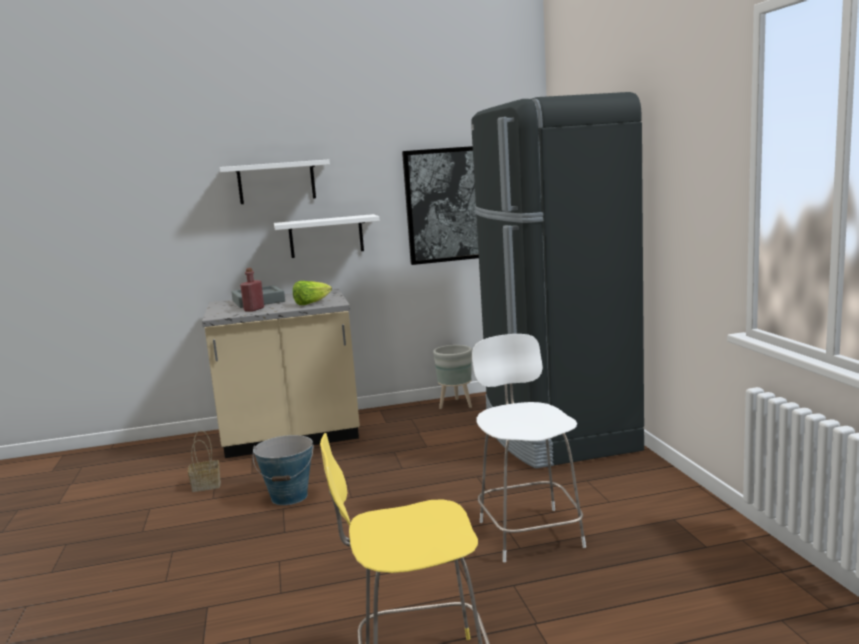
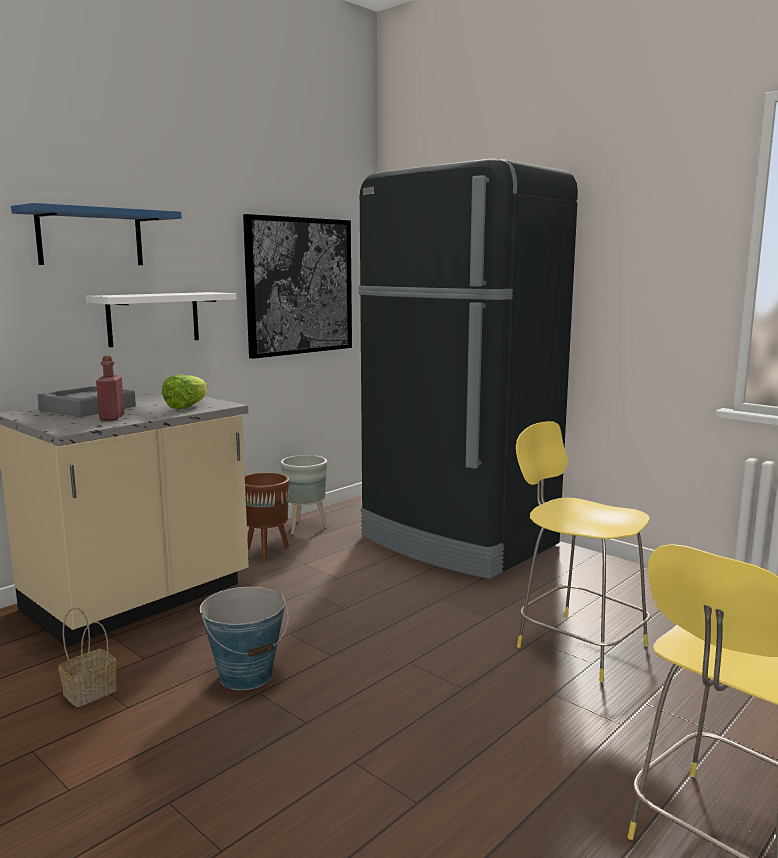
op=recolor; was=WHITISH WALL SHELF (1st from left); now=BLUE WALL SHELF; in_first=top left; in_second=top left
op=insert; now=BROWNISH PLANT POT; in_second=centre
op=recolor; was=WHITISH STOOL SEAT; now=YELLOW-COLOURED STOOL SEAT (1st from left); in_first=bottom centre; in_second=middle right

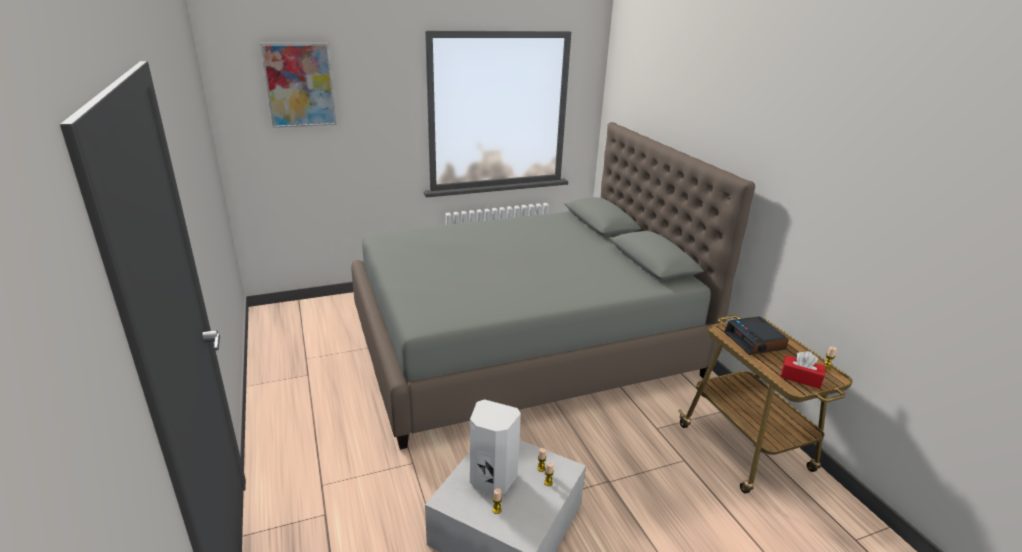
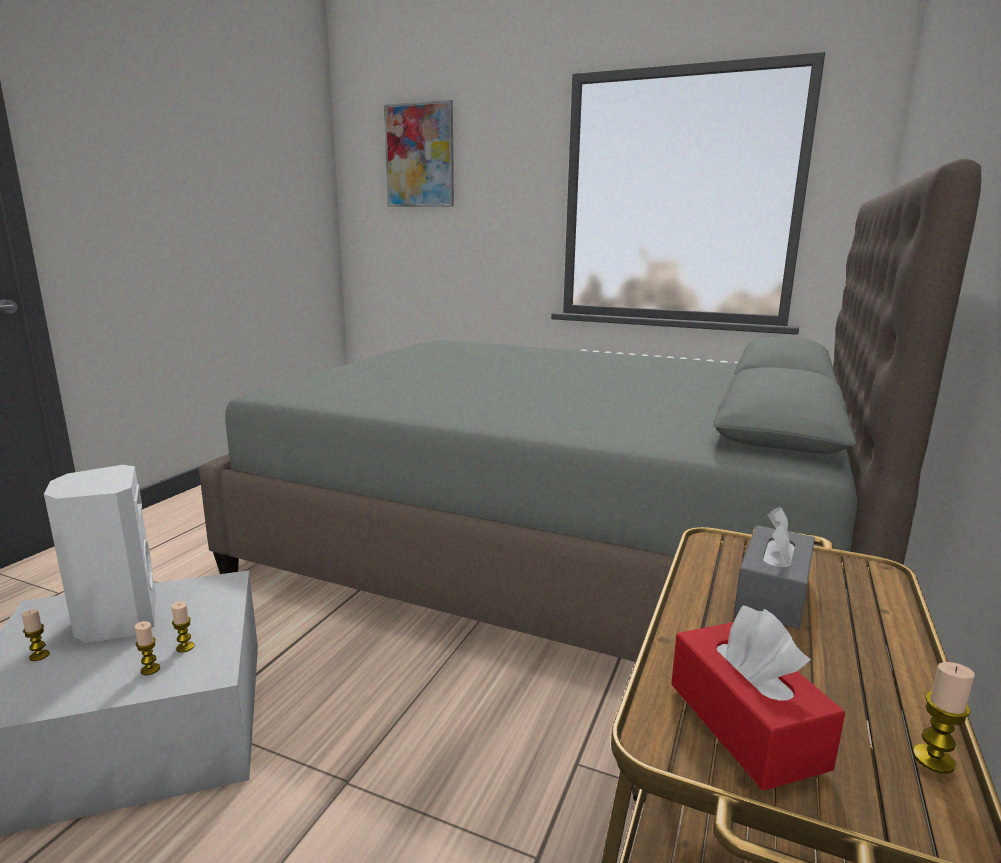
op=replace; was=BEDSIDE CLOCK; now=GRAY BOX OF TISSUES; in_first=middle right; in_second=middle right

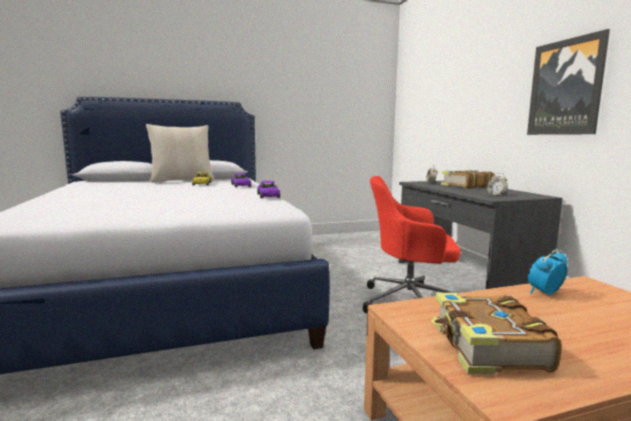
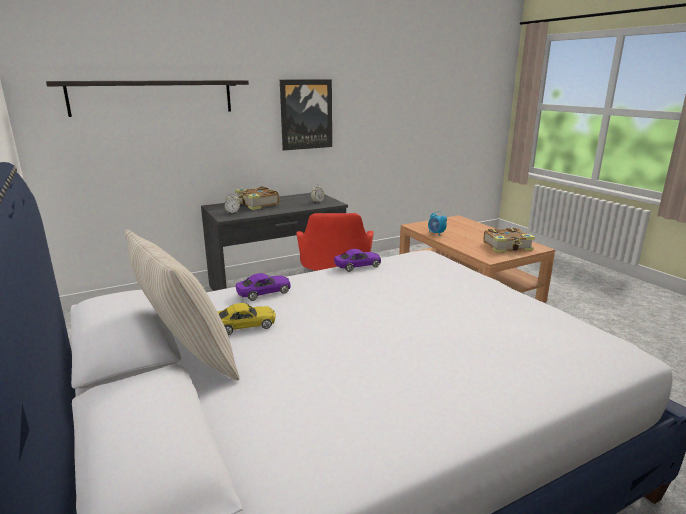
op=insert; now=WALL SHELF; in_second=top left

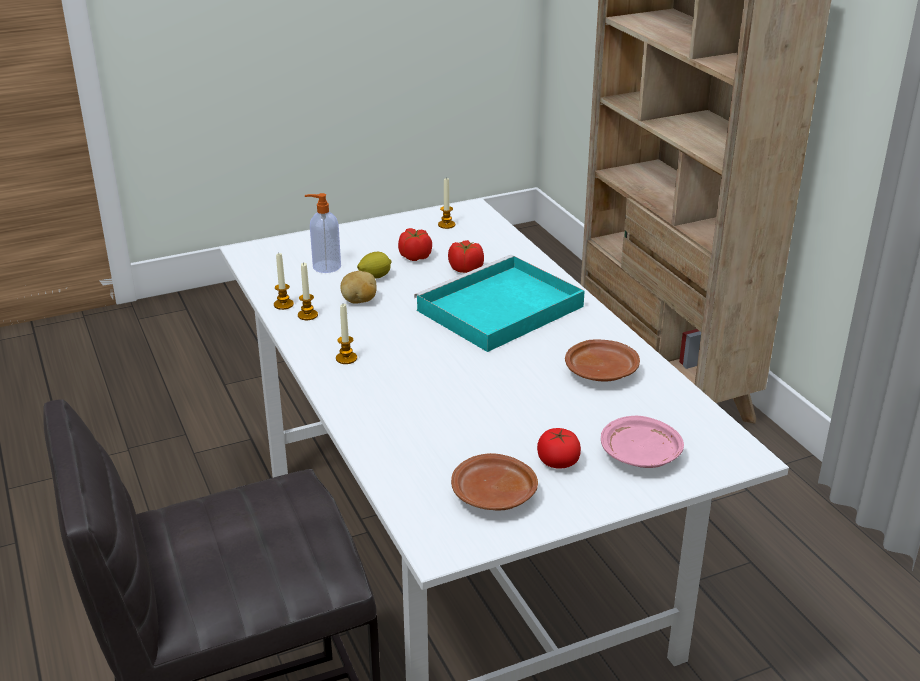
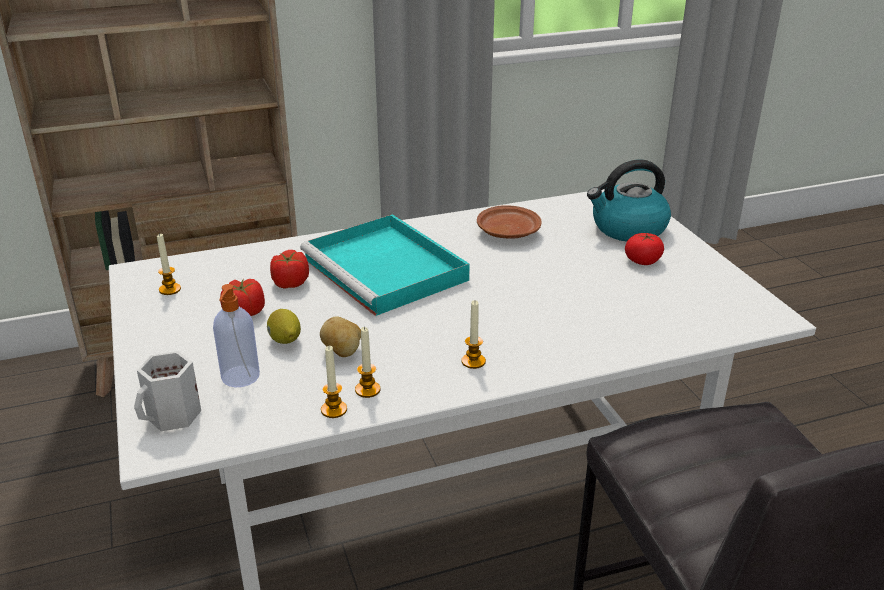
op=insert; now=WHITISH MUG; in_second=middle left
op=replace; was=PINK PLATE; now=TEA KETTLE; in_first=middle right; in_second=middle right
op=delete; was=BROWNISH PLATE (1st from left); in_first=bottom centre

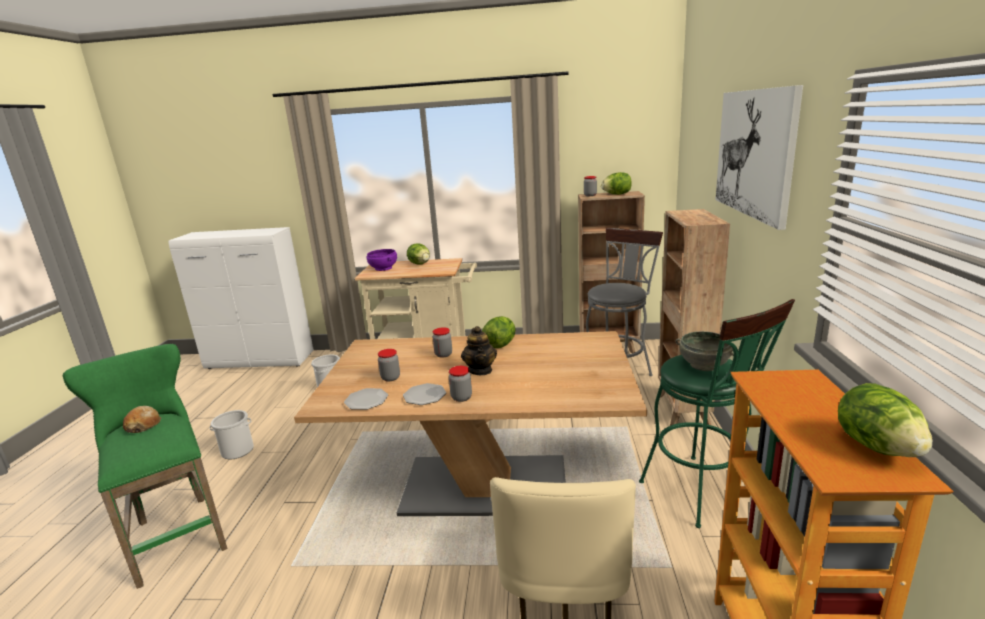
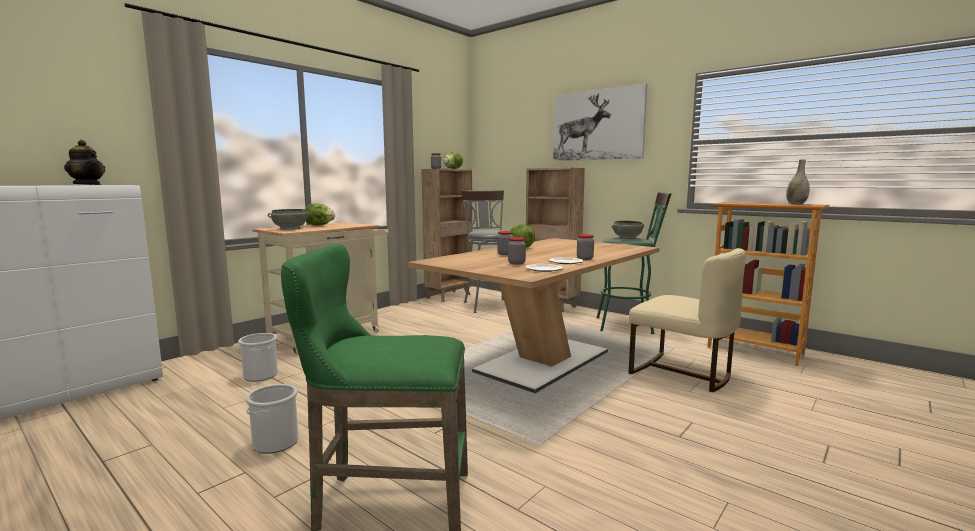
op=move; was=TEAPOT; in_first=centre; in_second=top left
op=recolor; was=PURPLE-COLOURED BOWL; now=GRAY BOWL (1st from left); in_first=centre; in_second=middle left
op=replace; was=LETTUCE (4th from left); now=GRAY VASE; in_first=bottom right; in_second=middle right
op=delete; was=BAKED BREAD; in_first=bottom left

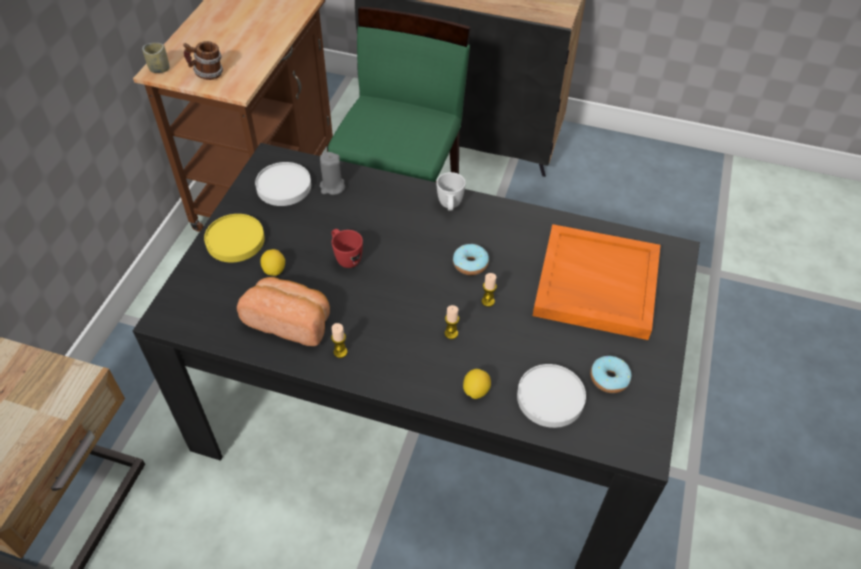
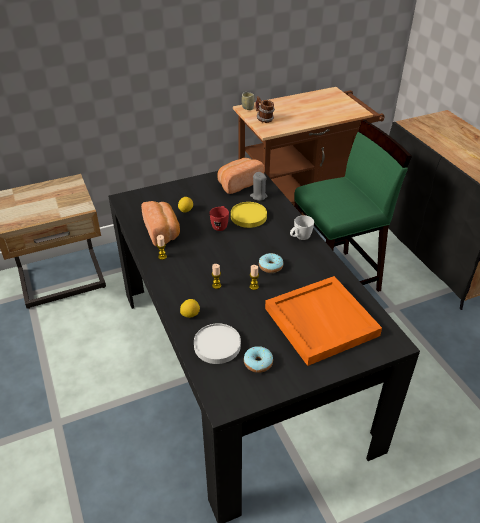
op=replace; was=WHITISH PLATE (1st from left); now=BAKED BREAD (2nd from left); in_first=top left; in_second=centre
op=move; was=YELLOW-COLOURED PLATE; in_first=middle left; in_second=centre

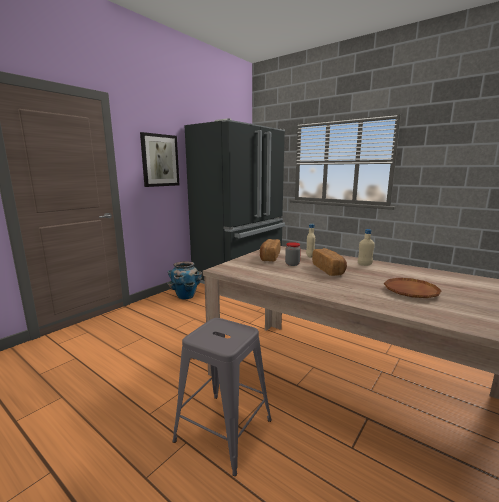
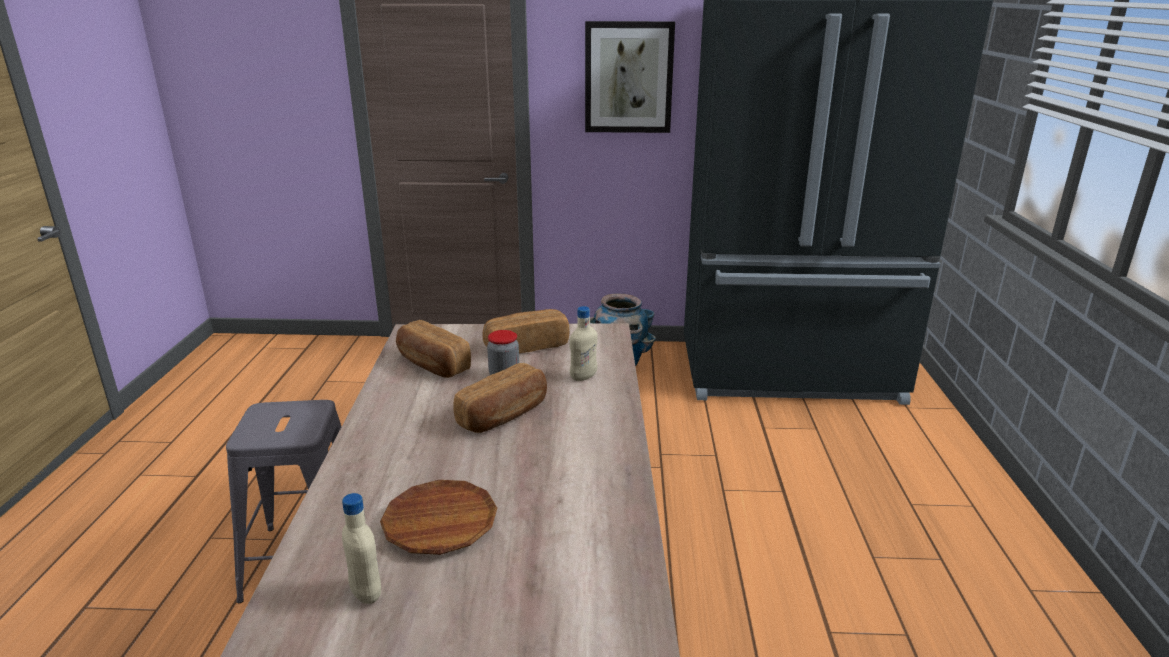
op=move; was=BEIGE-COLOURED DRINK BOTTLE (2nd from left in the first image); now=BEIGE-COLOURED DRINK BOTTLE (1st from left); in_first=middle right; in_second=bottom left
op=insert; now=BAKED BREAD (1st from left); in_second=centre

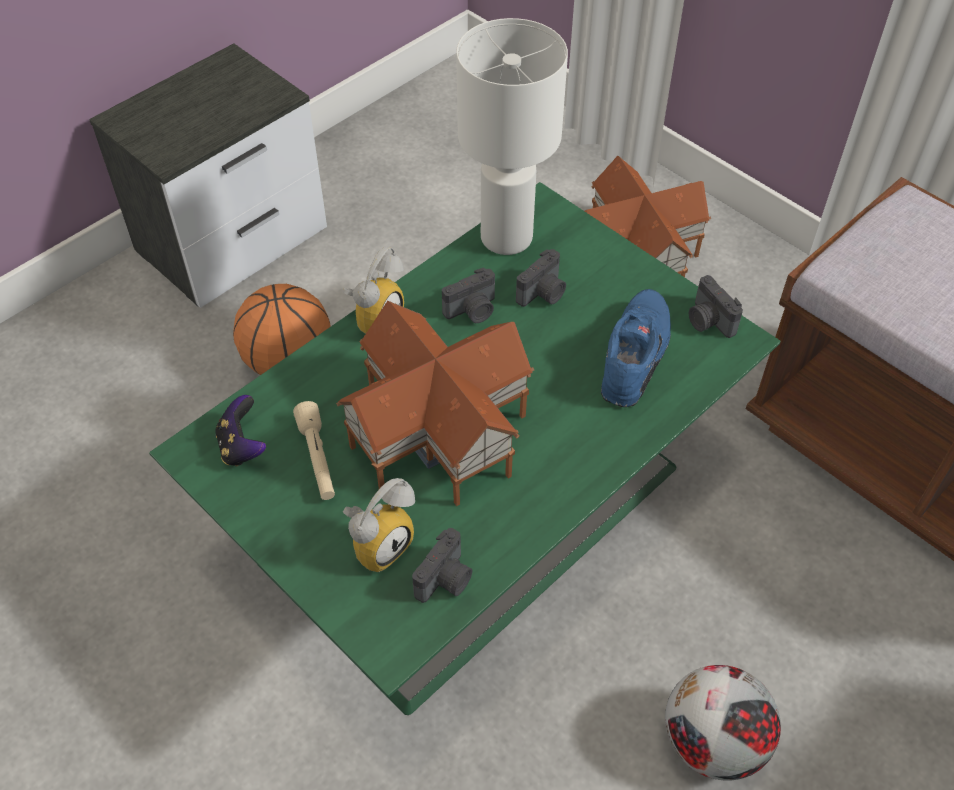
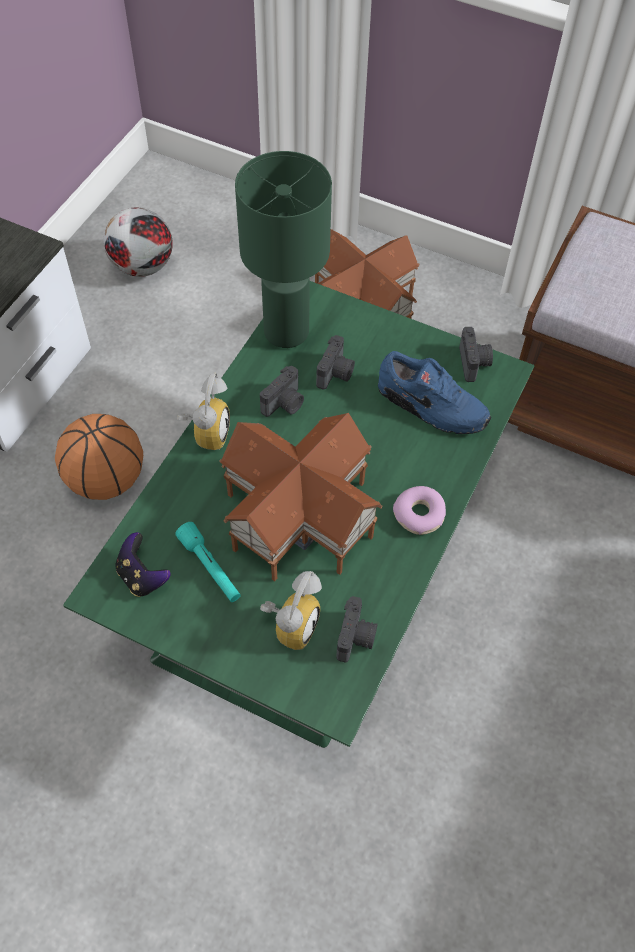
op=move; was=BALL FOR FOOTBALL; in_first=bottom right; in_second=top left
op=recolor; was=BEIGE-COLOURED TORCH; now=BLUE-GREEN TORCH; in_first=middle left; in_second=middle left
op=recolor; was=WHITISH LAMP FOR A TABLE; now=GREENISH LAMP FOR A TABLE; in_first=top centre; in_second=top centre
op=rotate; was=BLUE ITEM OF FOOTWEAR; in_first=middle right; in_second=middle right; clockwise=120
op=insert; now=RING DOUGHNUT; in_second=centre
op=rotate; was=STILL CAMERA (4th from left); in_first=middle right; in_second=middle right; clockwise=-135

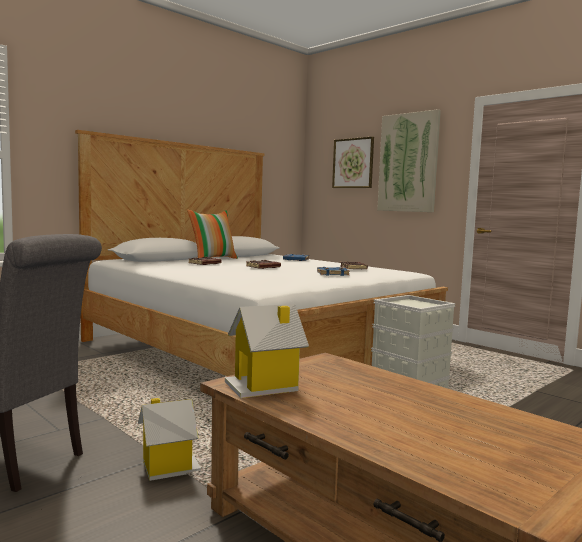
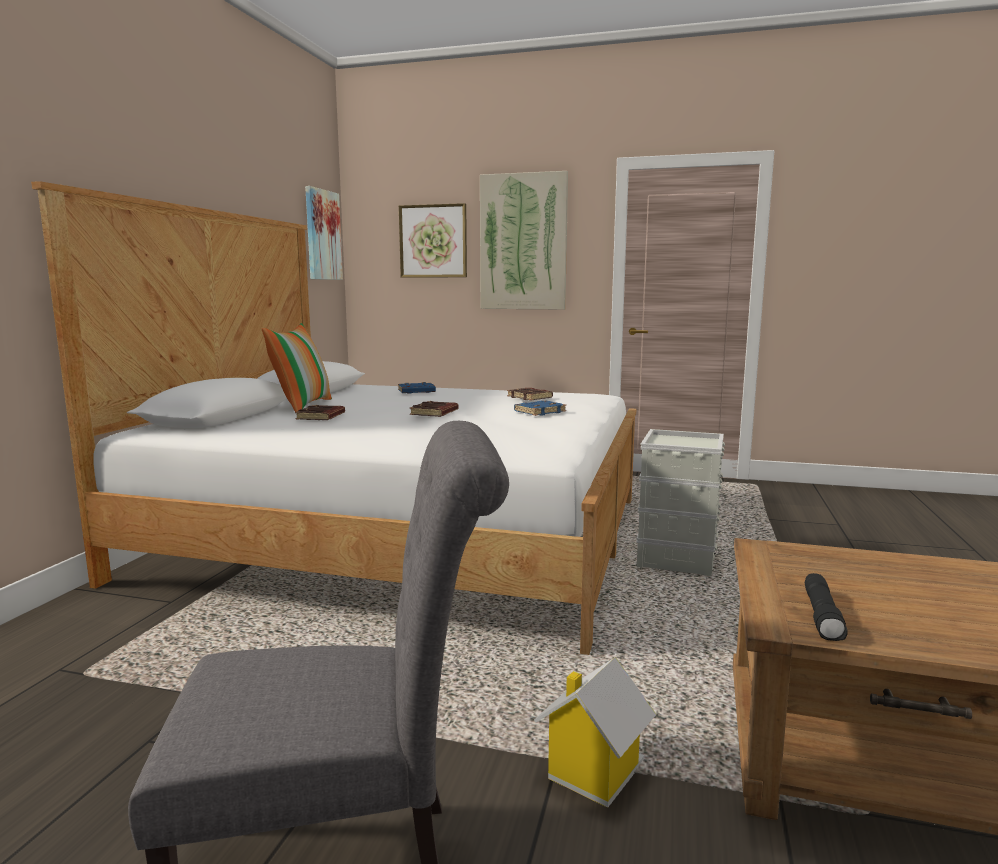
op=insert; now=WALL ART (1st from left); in_second=top left
op=replace; was=TOY HOUSE (2nd from left); now=BLACKISH TORCH; in_first=centre; in_second=bottom right

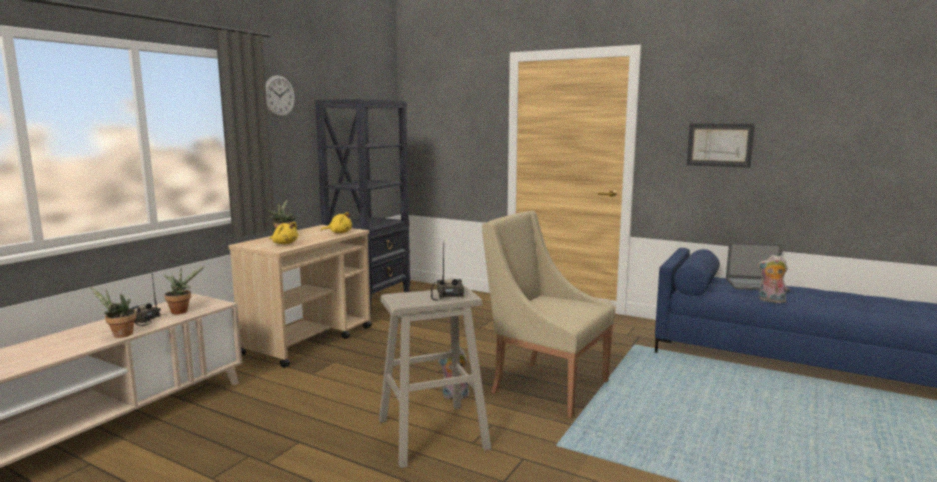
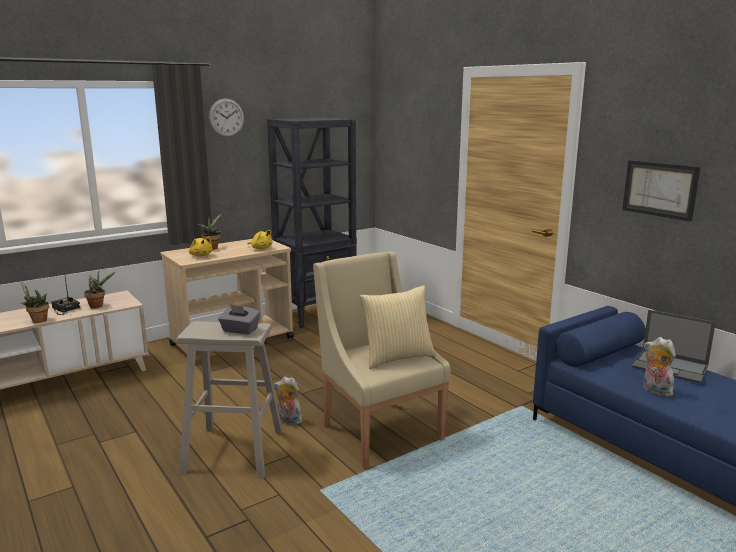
op=replace; was=RADIO RECEIVER (2nd from left); now=GRAY BOX OF TISSUES; in_first=centre; in_second=middle left
op=insert; now=THROW PILLOW; in_second=centre

